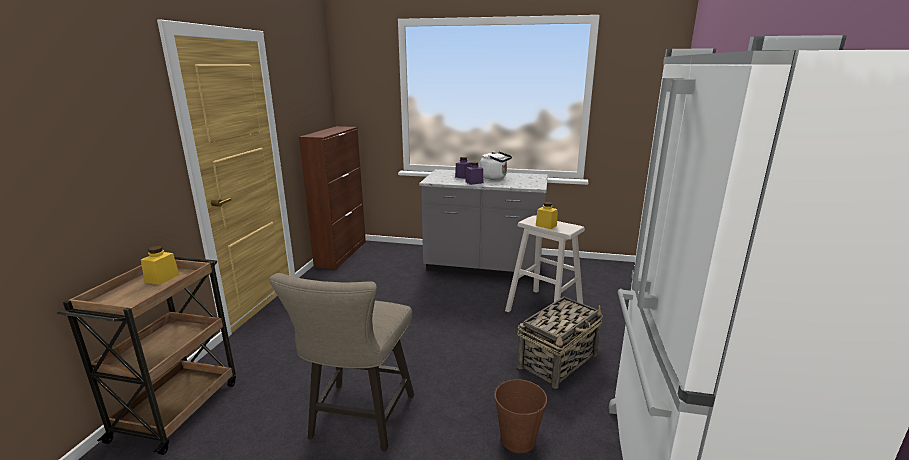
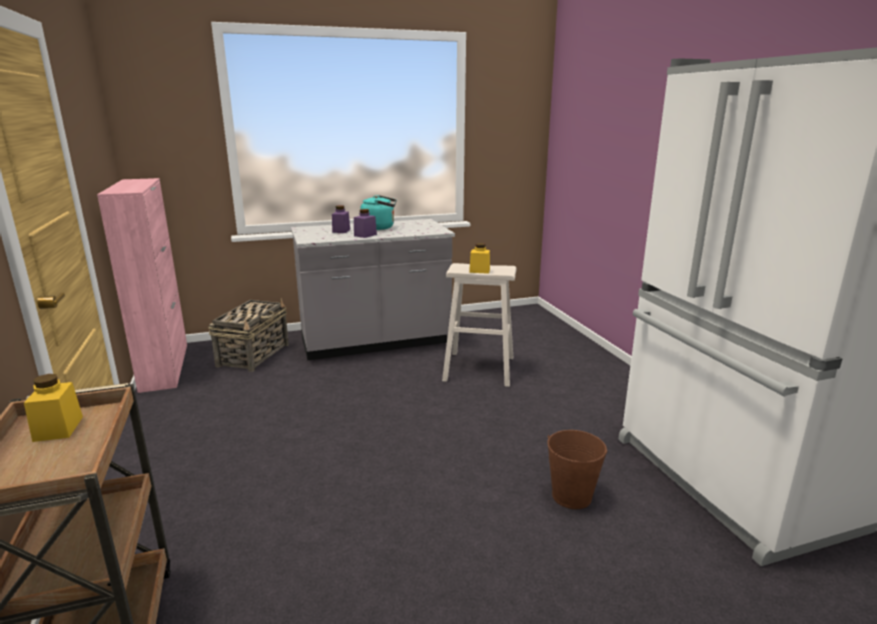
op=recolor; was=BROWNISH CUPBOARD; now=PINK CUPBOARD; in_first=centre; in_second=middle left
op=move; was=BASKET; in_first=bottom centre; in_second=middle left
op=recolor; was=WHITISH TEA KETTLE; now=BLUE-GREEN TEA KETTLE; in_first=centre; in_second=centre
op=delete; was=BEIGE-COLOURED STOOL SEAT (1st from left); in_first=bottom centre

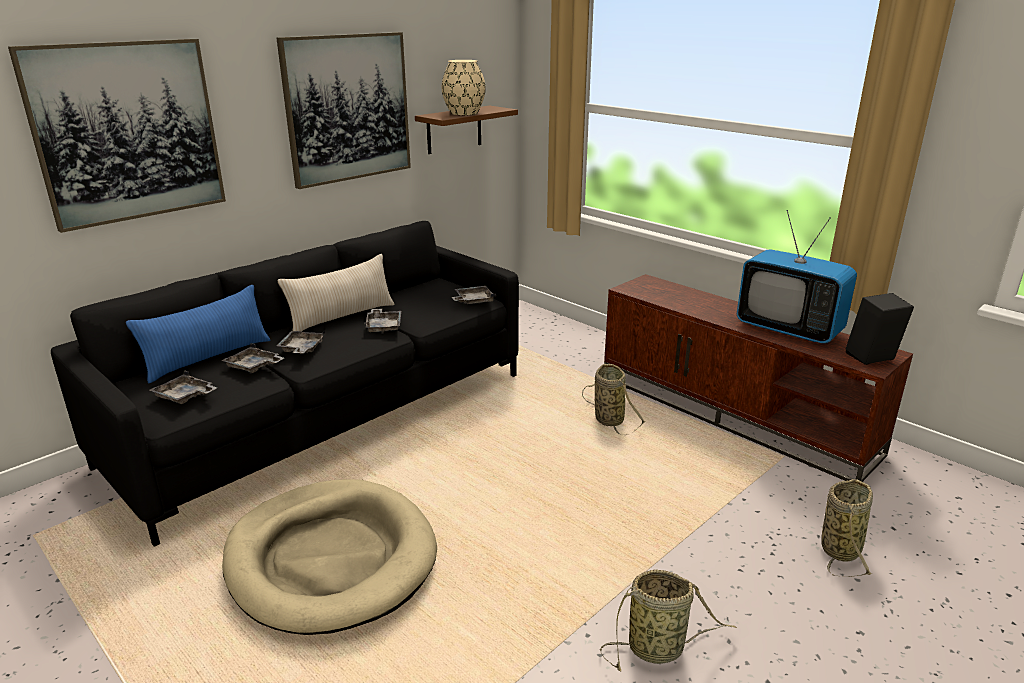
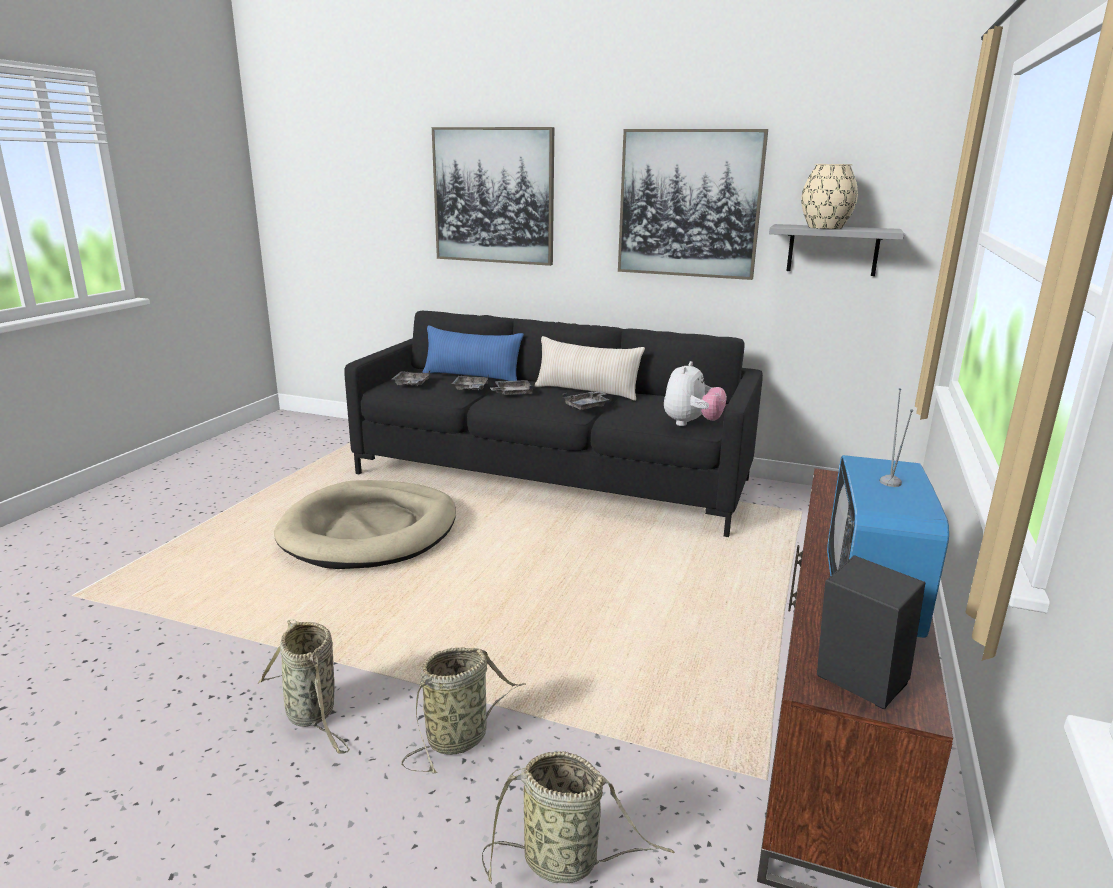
op=move; was=BASKET (1st from left in the first image); now=BASKET (2nd from left); in_first=centre; in_second=bottom centre
op=replace; was=GRAY CARRYING TRAY (5th from left); now=PLUSH TOY; in_first=centre; in_second=centre
op=recolor; was=BROWNISH WALL SHELF; now=GRAY WALL SHELF; in_first=top centre; in_second=top right

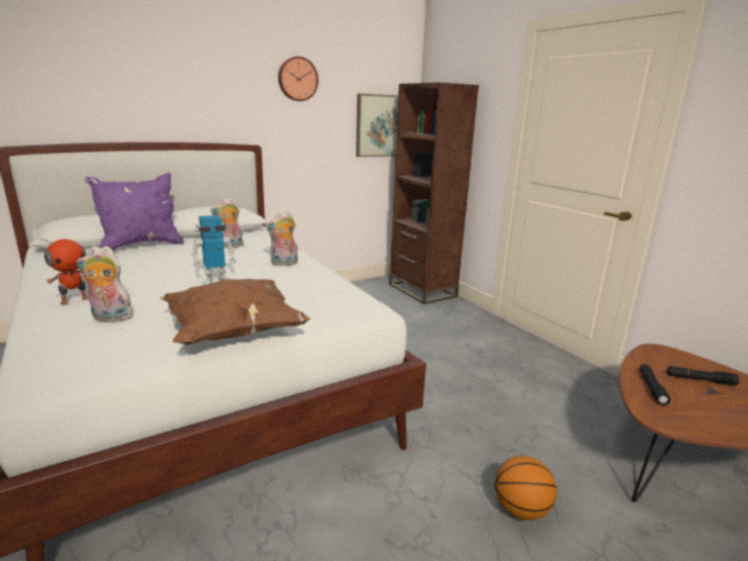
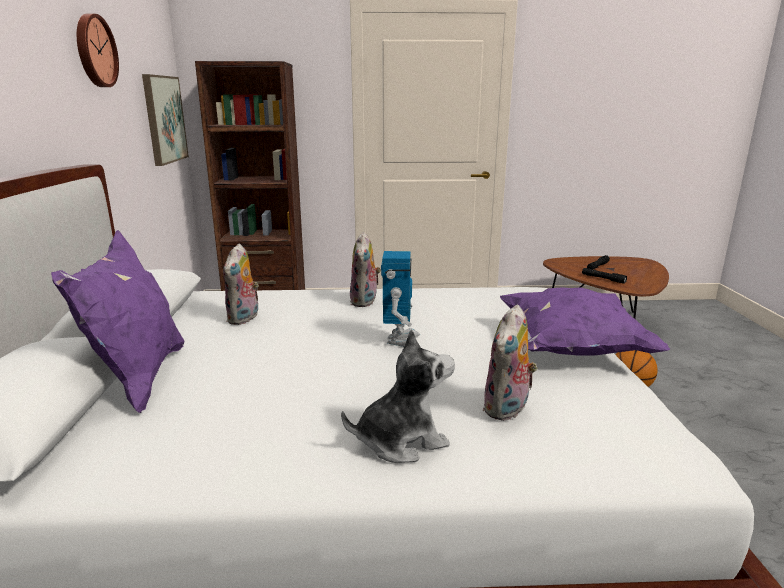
op=replace; was=ROBOT FIGURE (1st from left); now=PLUSH TOY (3rd from left); in_first=middle left; in_second=bottom centre
op=recolor; was=BROWNISH THROW PILLOW; now=PURPLE-COLOURED THROW PILLOW (2nd from left); in_first=middle left; in_second=middle right

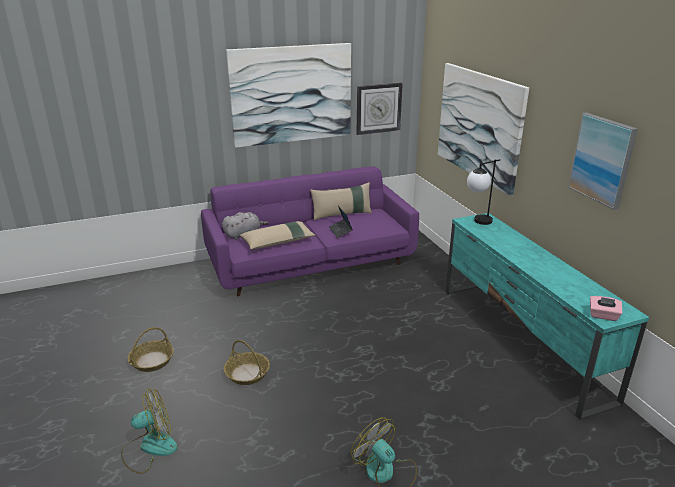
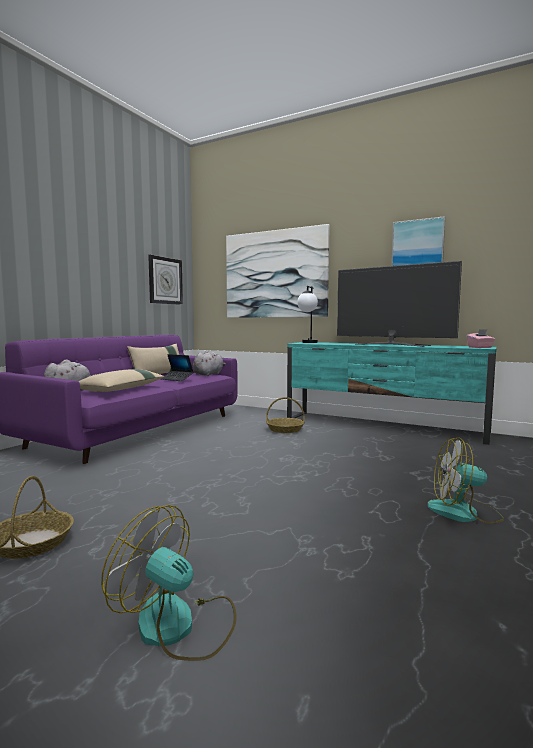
op=rotate; was=ELECTRIC FAN (1st from left); in_first=bottom left; in_second=bottom left; clockwise=-90
op=insert; now=GRAY PLUSH TOY (2nd from left); in_second=centre
op=move; was=BASKET (2nd from left); in_first=bottom centre; in_second=centre
op=insert; now=TELEVISION; in_second=middle right
op=delete; was=WALL ART (1st from left); in_first=top centre

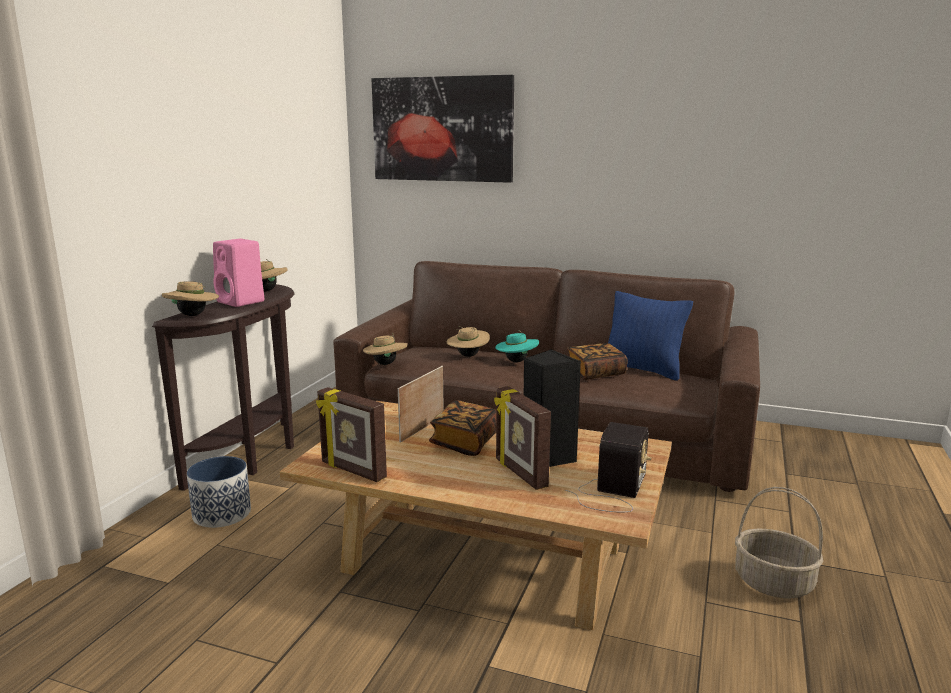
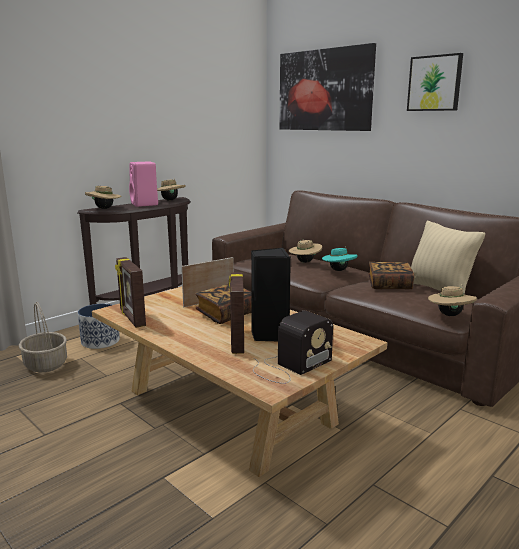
op=move; was=BASKET; in_first=bottom right; in_second=middle left
op=insert; now=WALL ART (2nd from left); in_second=top right
op=recolor; was=BLUE THROW PILLOW; now=BEIGE-COLOURED THROW PILLOW; in_first=middle right; in_second=middle right
op=move; was=BEIGE-COLOURED CLOTHING HAT (3rd from left in the first image); now=BEIGE-COLOURED CLOTHING HAT (4th from left); in_first=centre; in_second=middle right

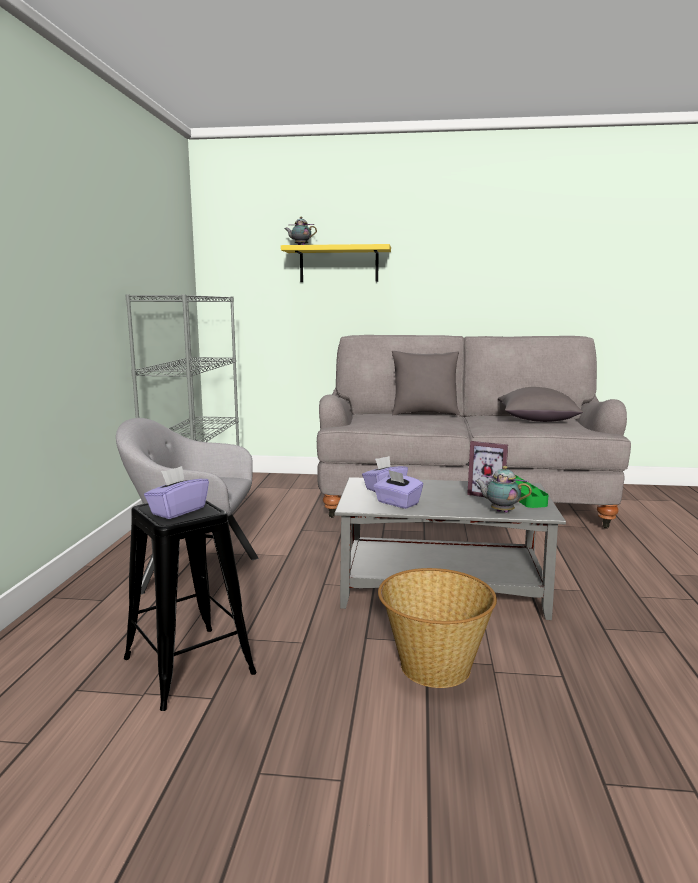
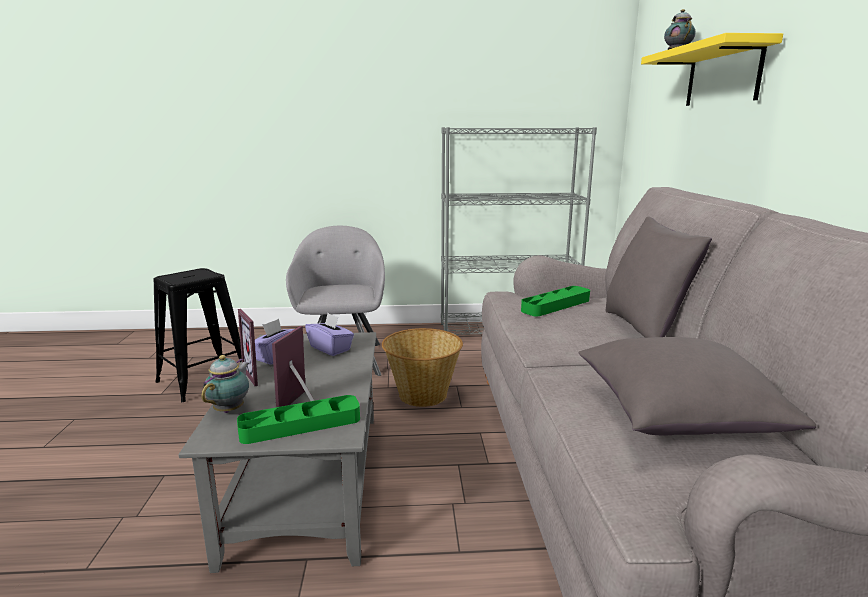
op=insert; now=PICTURE FRAME (1st from left); in_second=middle left
op=move; was=BASKET; in_first=bottom centre; in_second=centre
op=insert; now=GREENISH CARRYING TRAY (2nd from left); in_second=centre
op=delete; was=PURPLE-COLOURED BOX OF TISSUES (1st from left); in_first=middle left

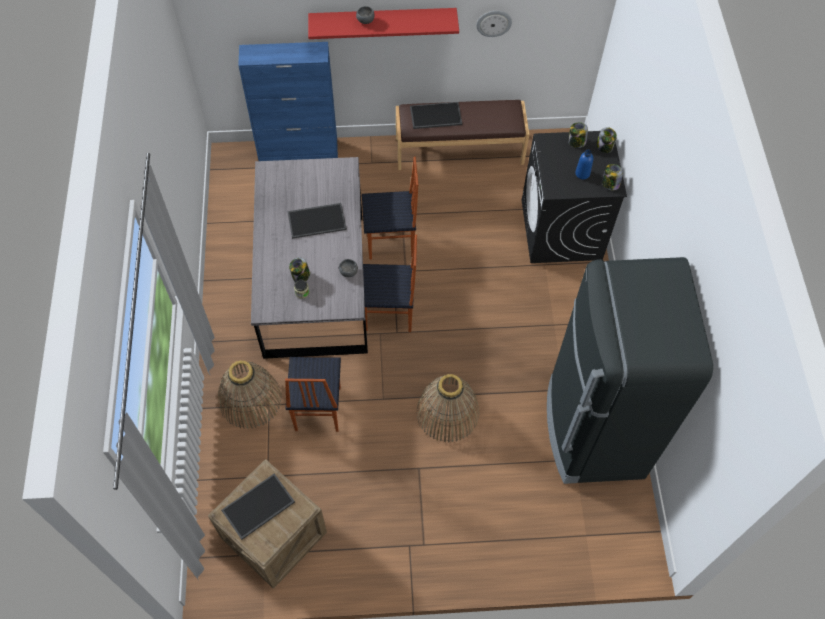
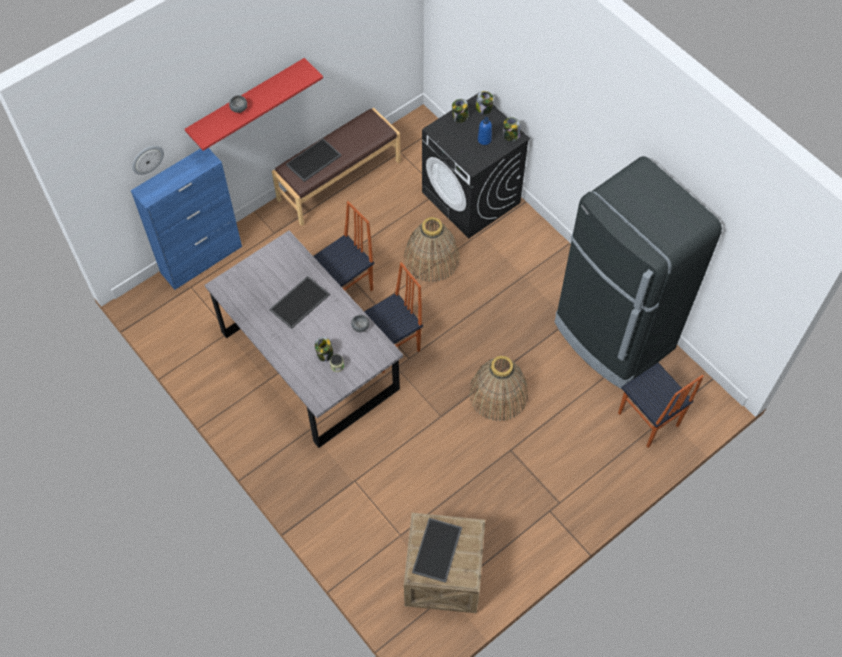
op=move; was=HANGING CLOCK; in_first=top centre; in_second=top left
op=move; was=BASKET (1st from left); in_first=middle left; in_second=centre
op=move; was=CHAIR (1st from left in the first image); now=CHAIR (3rd from left); in_first=centre; in_second=middle right

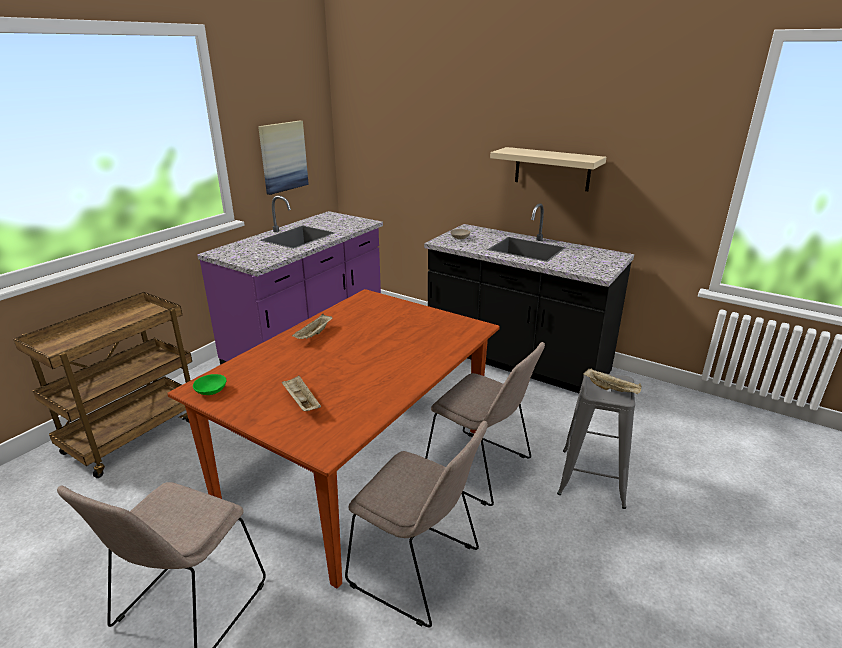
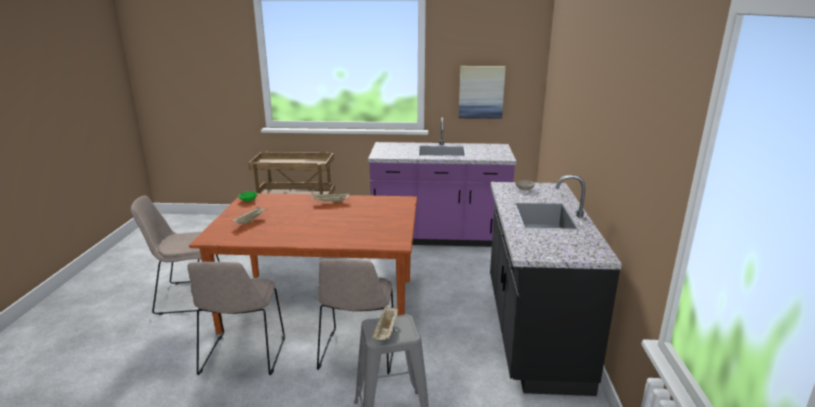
op=delete; was=BEIGE-COLOURED WALL SHELF; in_first=top centre

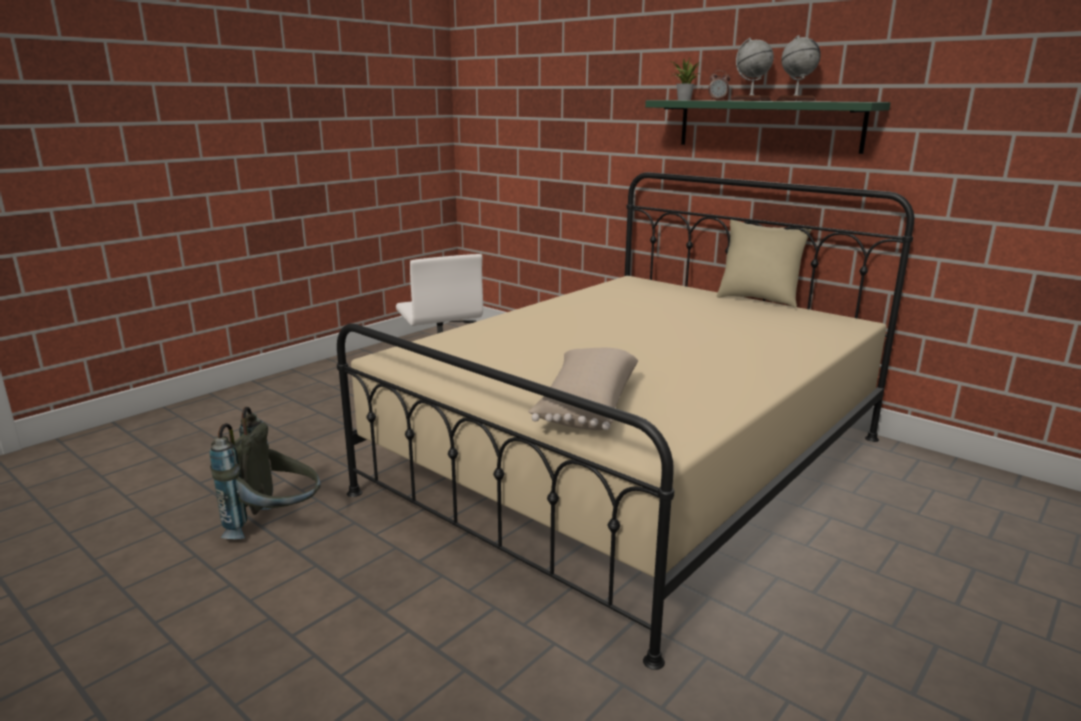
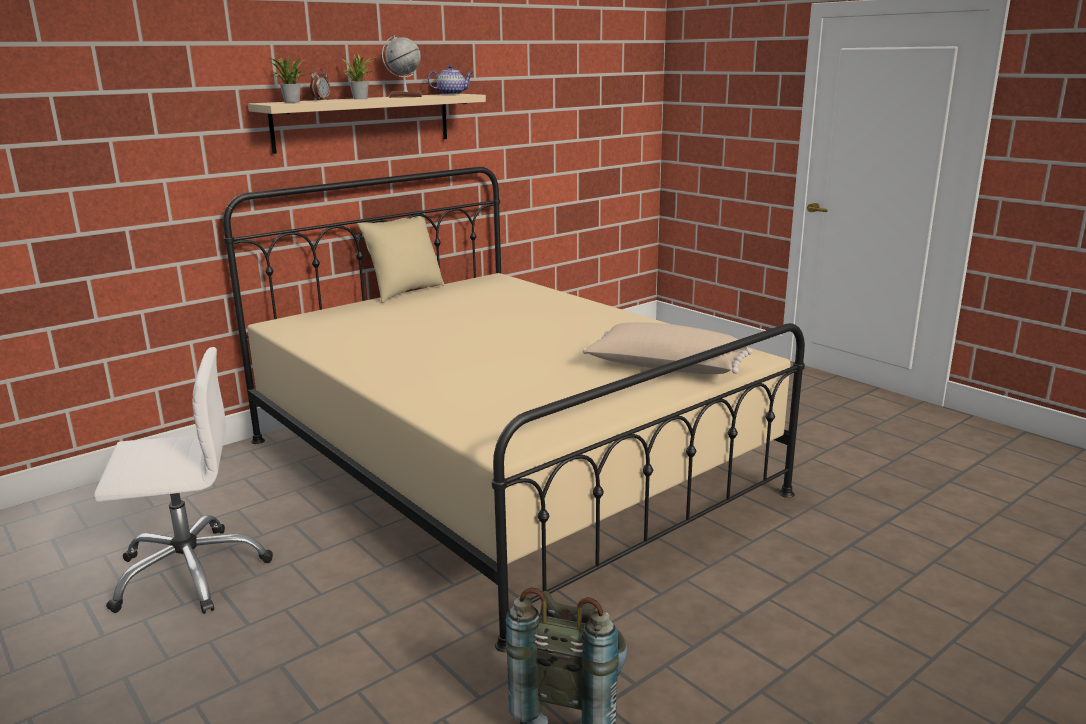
op=recolor; was=GREENISH WALL SHELF; now=BEIGE-COLOURED WALL SHELF; in_first=top right; in_second=top centre
op=replace; was=WORLD GLOBE (1st from left); now=POTTED PLANT (2nd from left); in_first=top right; in_second=top left
op=insert; now=TEAPOT; in_second=top centre

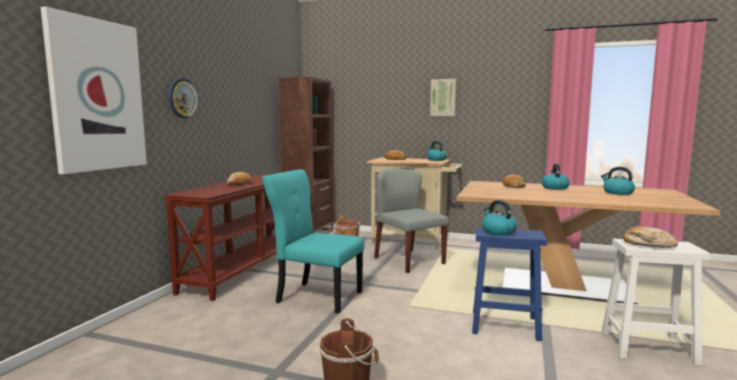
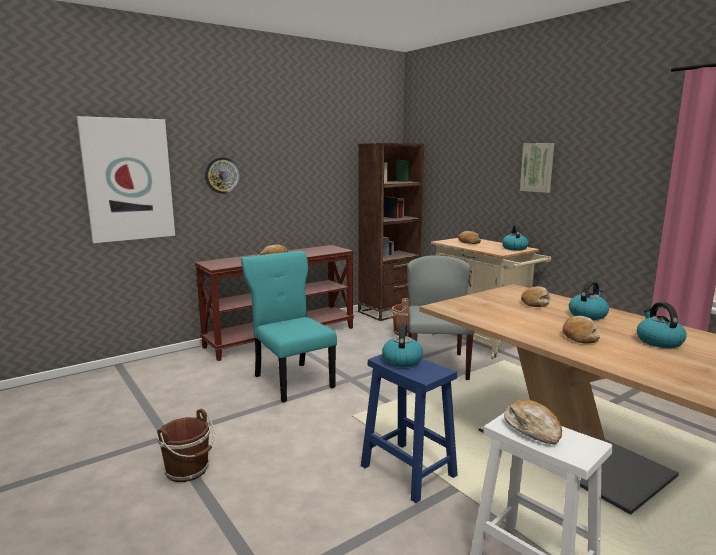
op=insert; now=BAKED BREAD (5th from left); in_second=middle right

